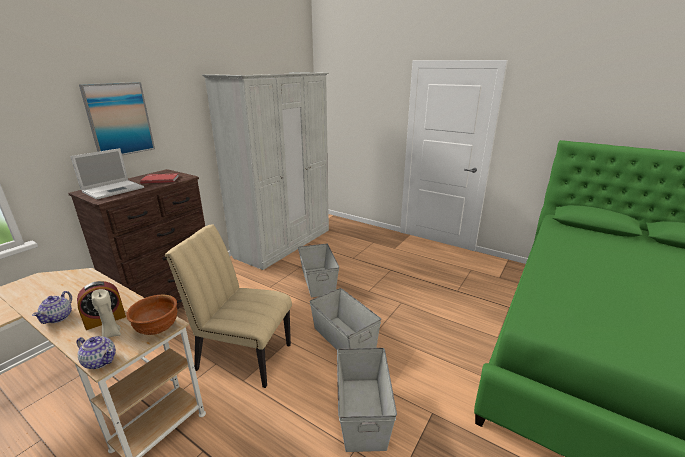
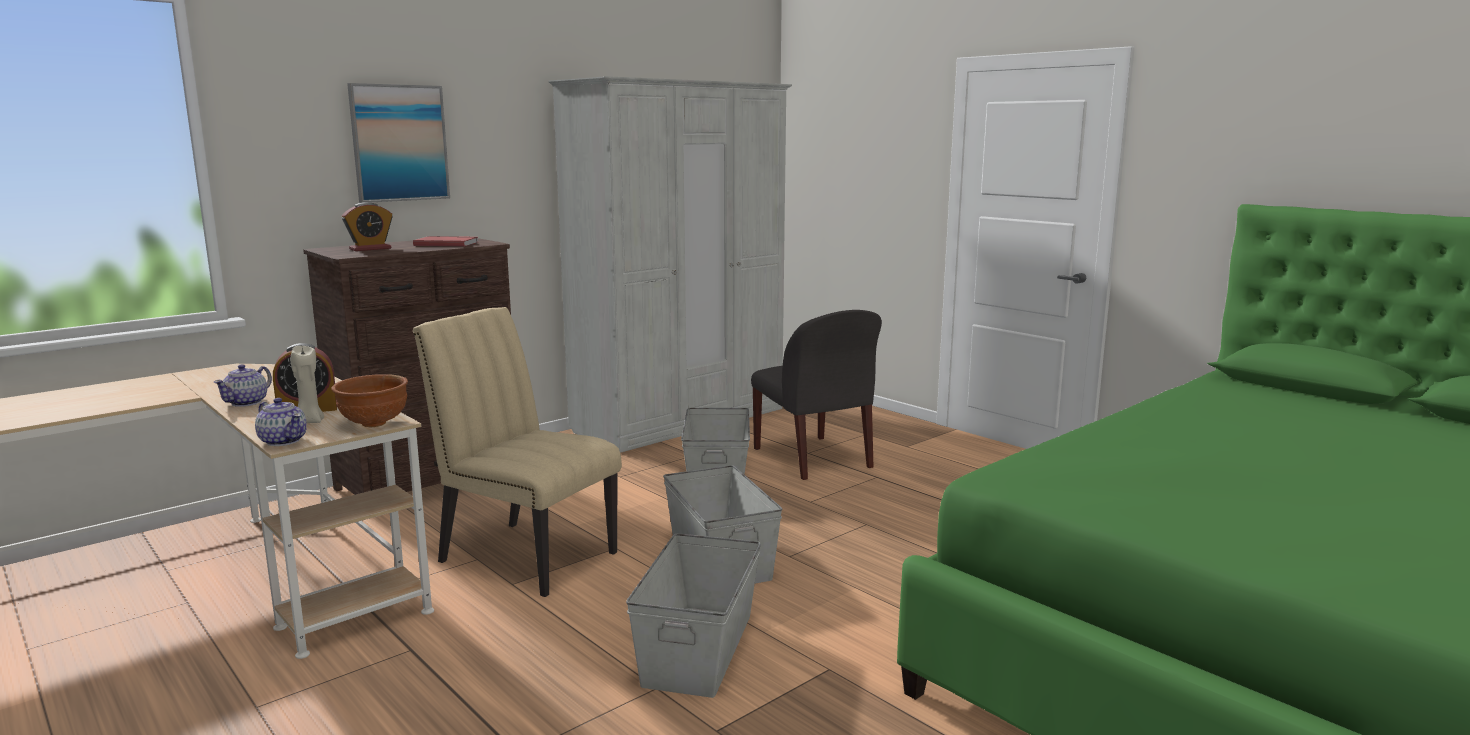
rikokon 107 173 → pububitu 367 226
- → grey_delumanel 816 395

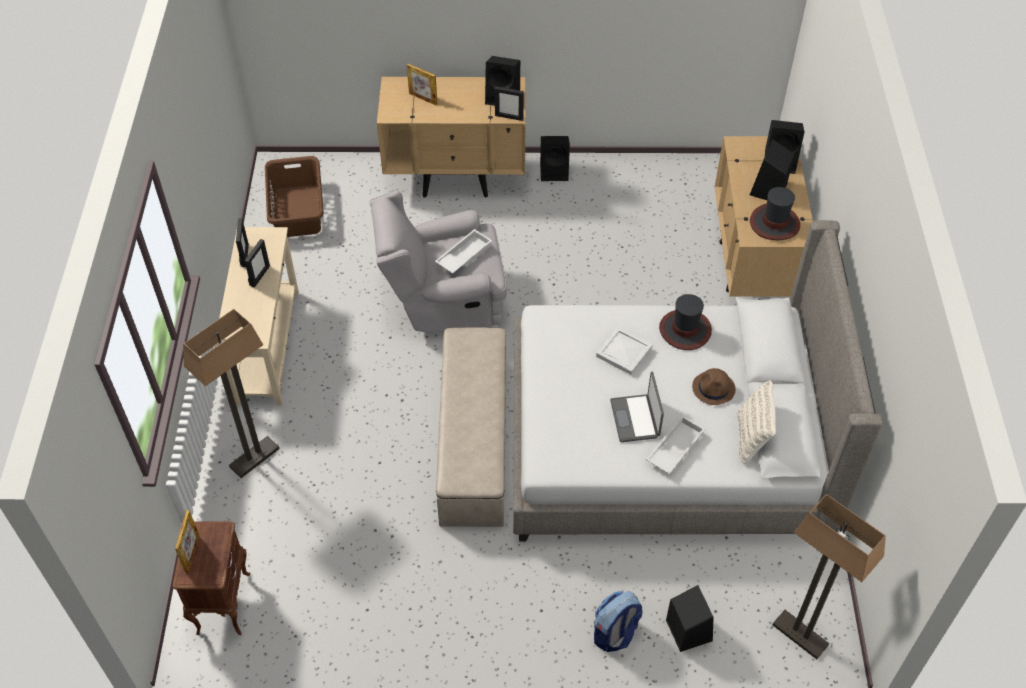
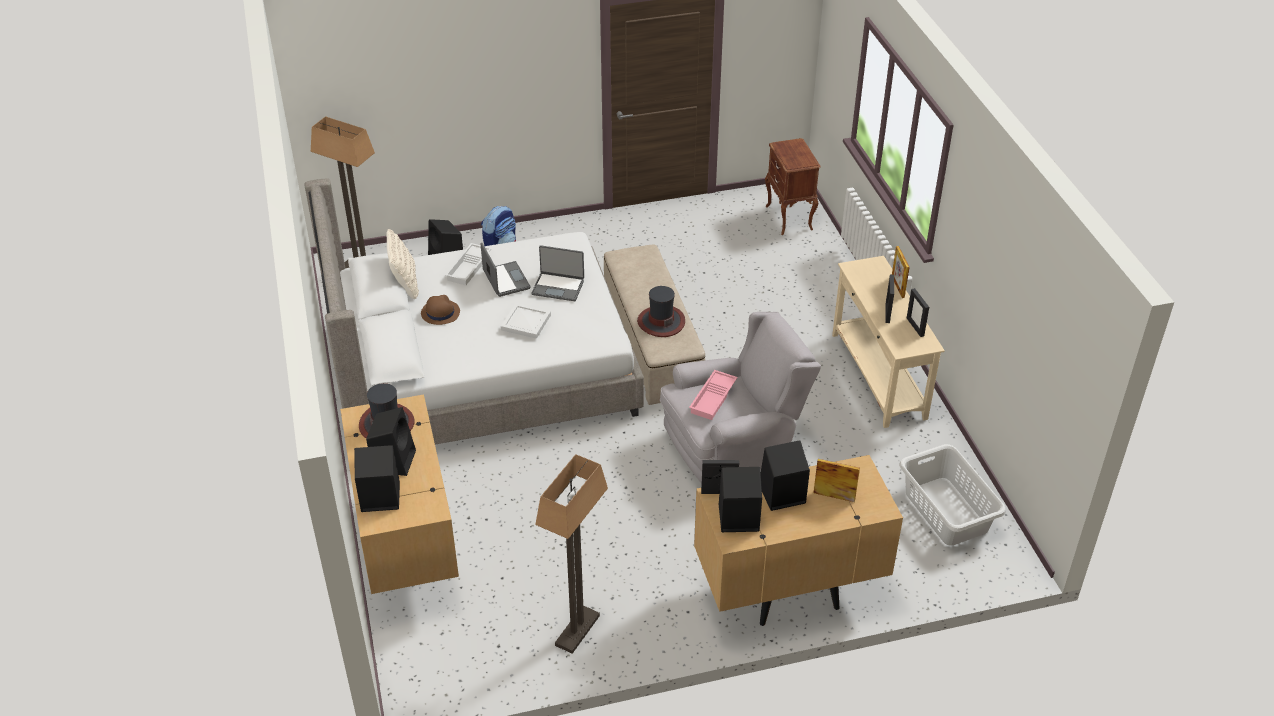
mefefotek 187 541 → mefefotek 901 272, shifted
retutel 231 393 → retutel 571 554, shifted
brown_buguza 294 196 → grey_buguza 952 495
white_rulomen 463 251 → pink_rulomen 713 395
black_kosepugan 555 158 → black_kosepugan 785 475, shifted
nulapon 685 322 → nulapon 661 311, shifted
- → rikokon 557 273

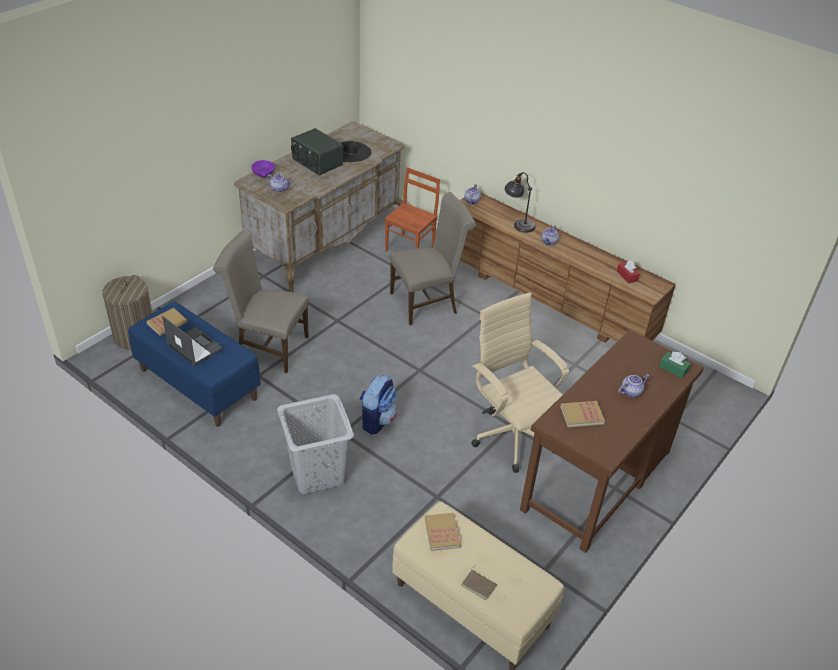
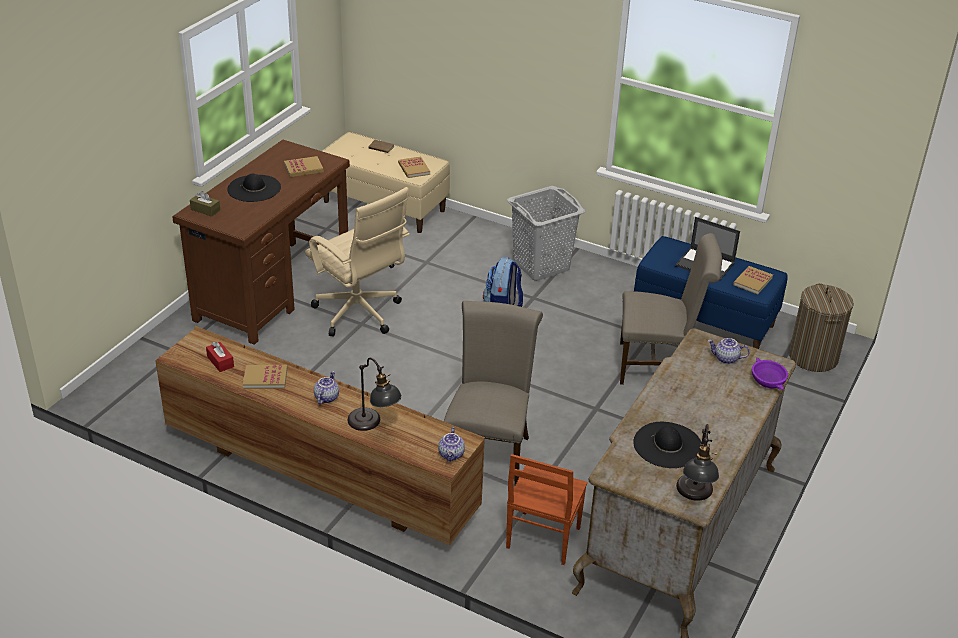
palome 317 151 → -
beige_delumanel 432 258 → beige_delumanel 493 393, 135 degrees clockwise
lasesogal 634 385 → black_nulapon 254 188
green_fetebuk 675 364 → brown_fetebuk 205 204
- → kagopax 265 377
- → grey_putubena 697 462

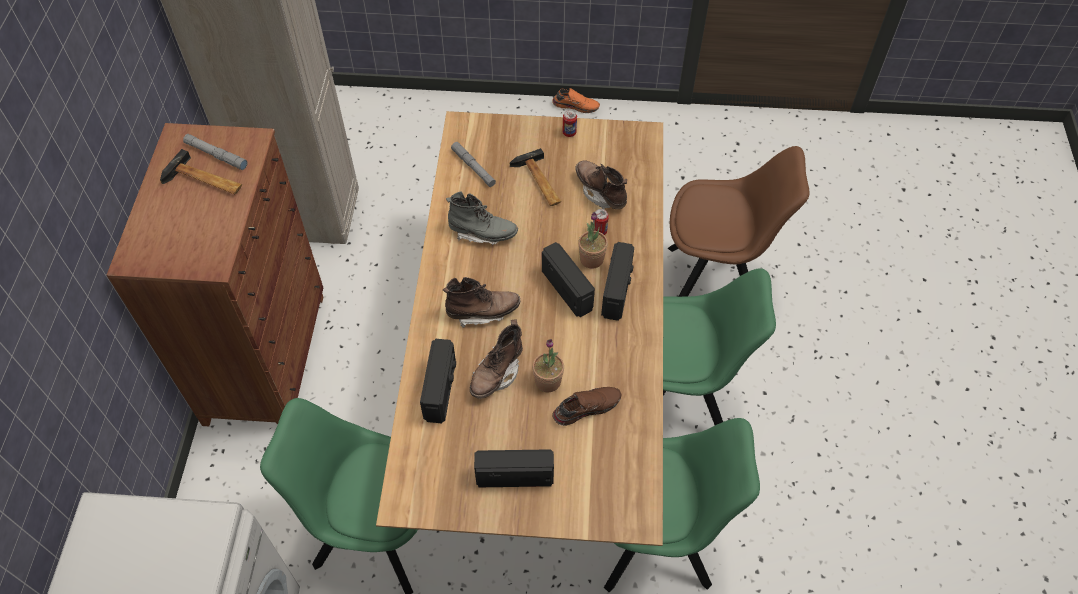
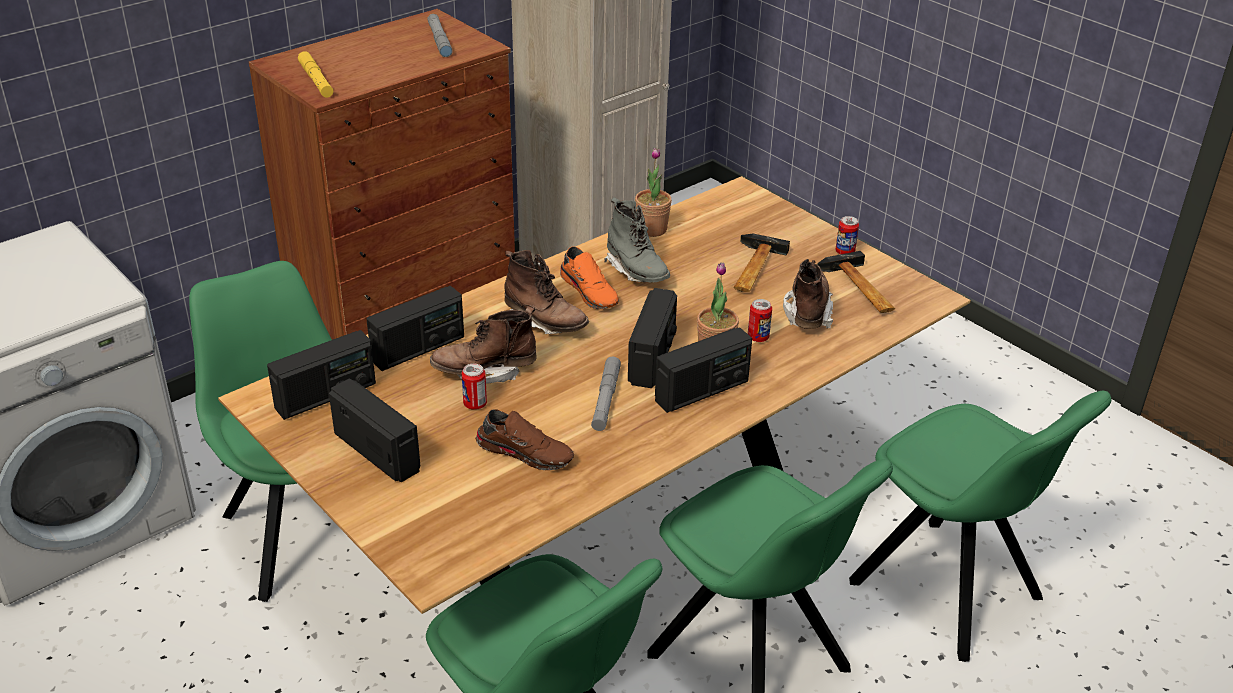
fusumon 201 171 → fusumon 856 282, shifted
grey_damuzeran 473 164 → grey_damuzeran 606 394, shifted
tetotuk 548 365 → tetotuk 653 192, shifted
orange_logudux 576 100 → orange_logudux 589 277, shifted
brown_delumanel 738 221 → green_delumanel 980 526
- → palome 321 375
- → yellow_damuzeran 315 74
- → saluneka 474 387

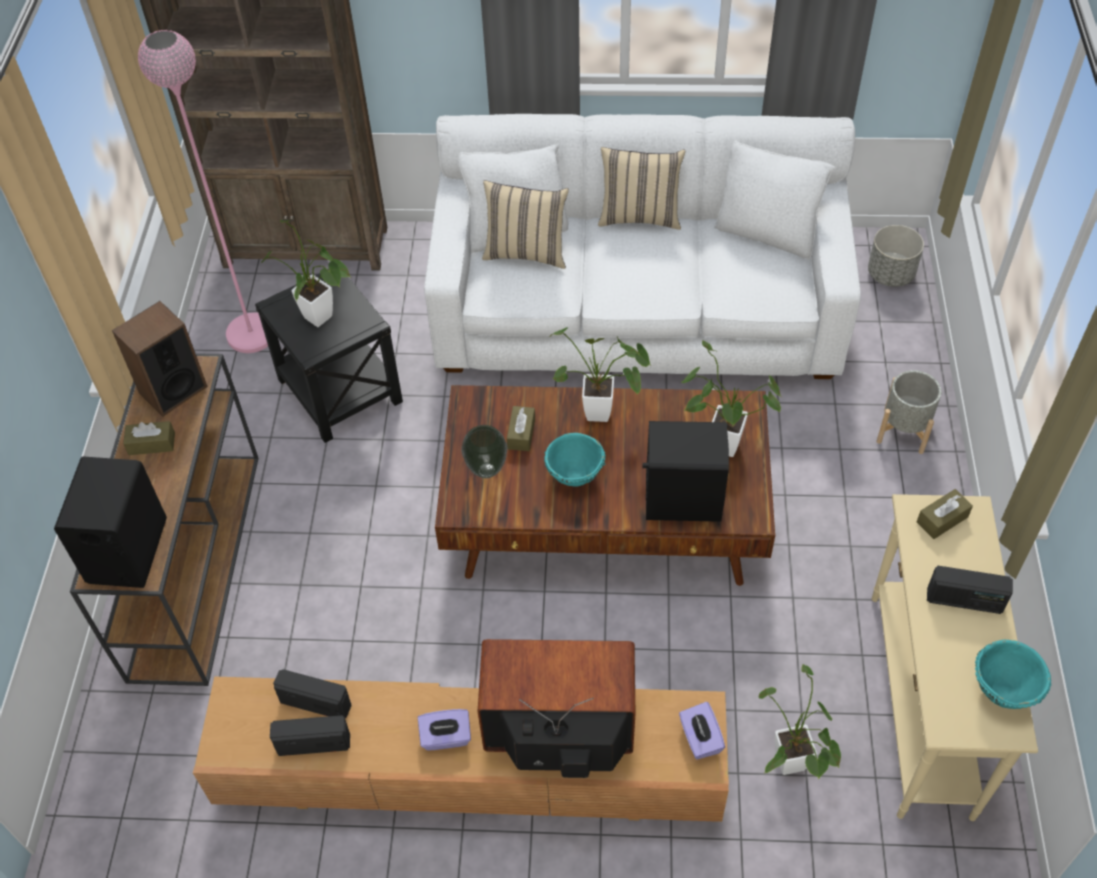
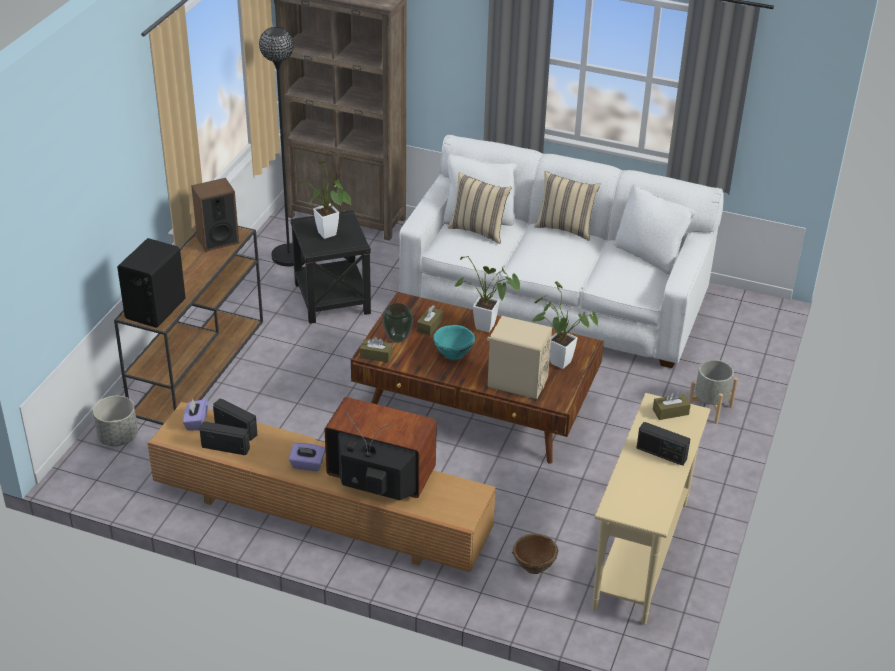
brown_fetebuk 149 438 → brown_fetebuk 376 350, shifted
pink_retutel 203 191 → black_retutel 281 146
black_kosepugan 686 471 → beige_kosepugan 519 357
purple_fetebuk 702 731 → purple_fetebuk 195 415, shifted
tetotuk 800 721 → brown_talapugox 535 554
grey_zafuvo 896 256 → grey_zafuvo 115 421, shifted
turquoise_talapugox 1013 674 → -

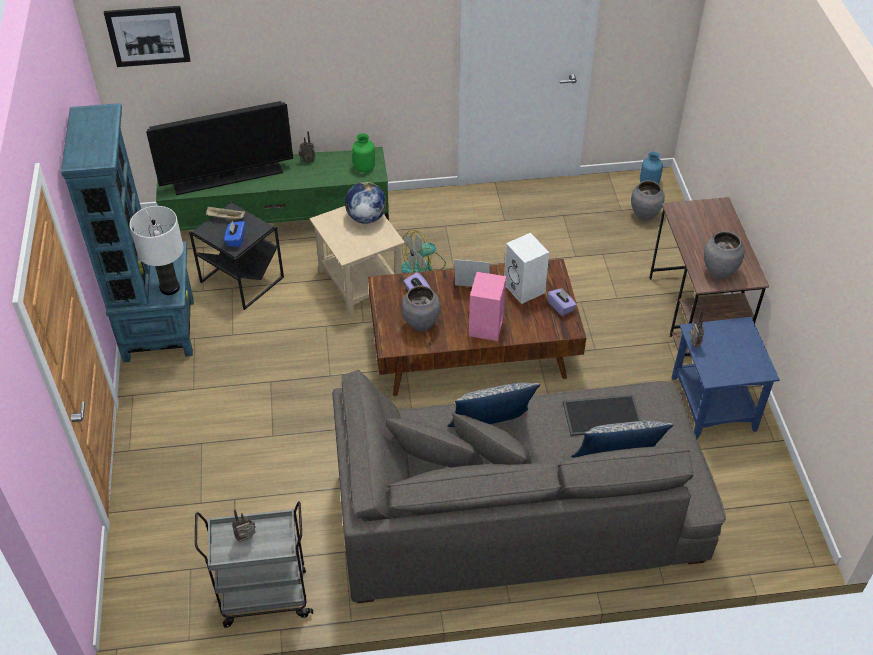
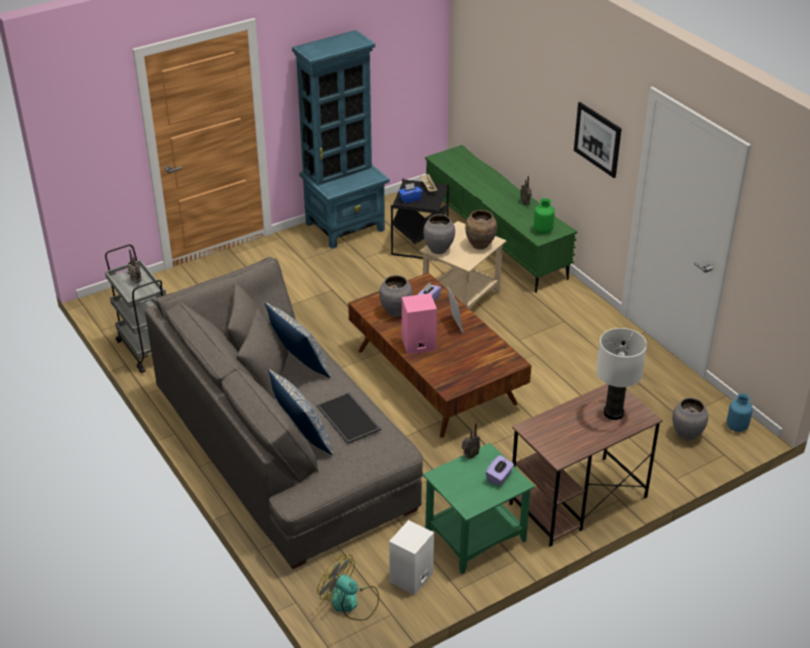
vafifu 147 36 → vafifu 598 140, shifted
white_putubena 157 250 → white_putubena 621 374, shifted
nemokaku 219 148 → -
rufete 365 203 → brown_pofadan 481 230
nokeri 423 251 → nokeri 348 587, shifted
white_kosepugan 526 268 → white_kosepugan 411 557, shifted
purple_fetebuk 562 302 → purple_fetebuk 500 470, shifted
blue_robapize 726 378 → green_robapize 479 508
grey_pofadan 724 255 → grey_pofadan 439 234, shifted

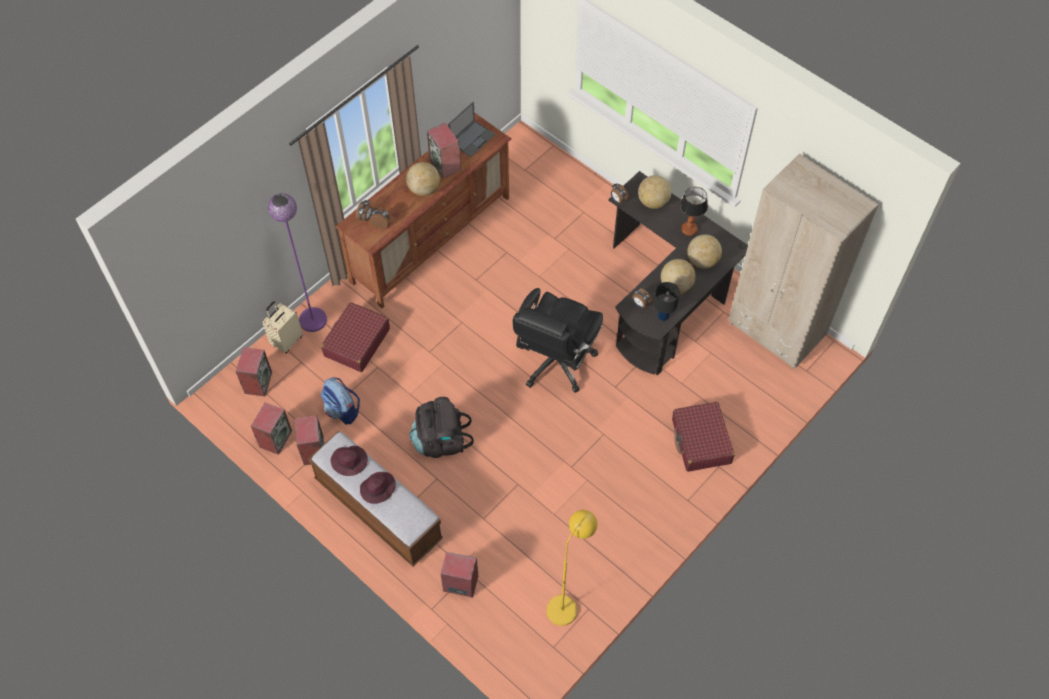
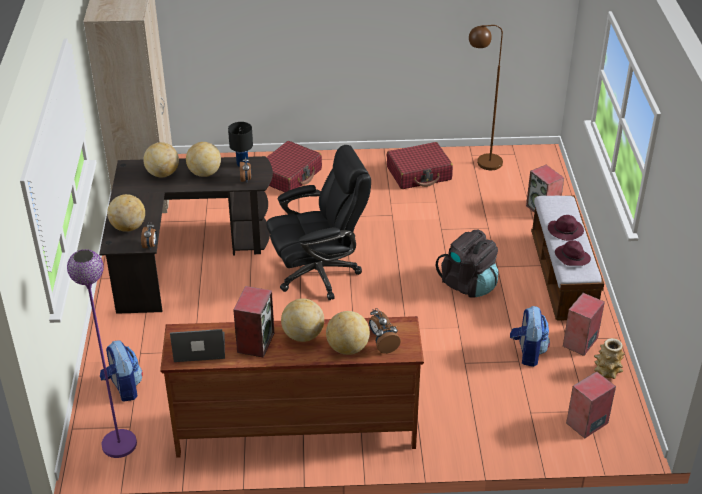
kosepugan 271 428 → pofadan 609 358
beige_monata 282 327 → -
purple_retutel 297 262 → purple_retutel 102 353, shifted
red_monata 355 337 → red_monata 420 165, shifted
yellow_retutel 572 568 → brown_retutel 486 97
putubena 694 211 → -
- → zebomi 121 371
- → rufete 348 333

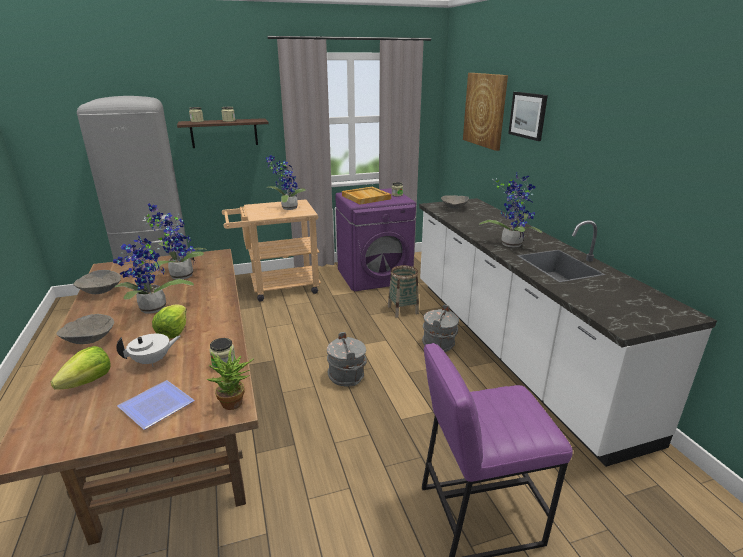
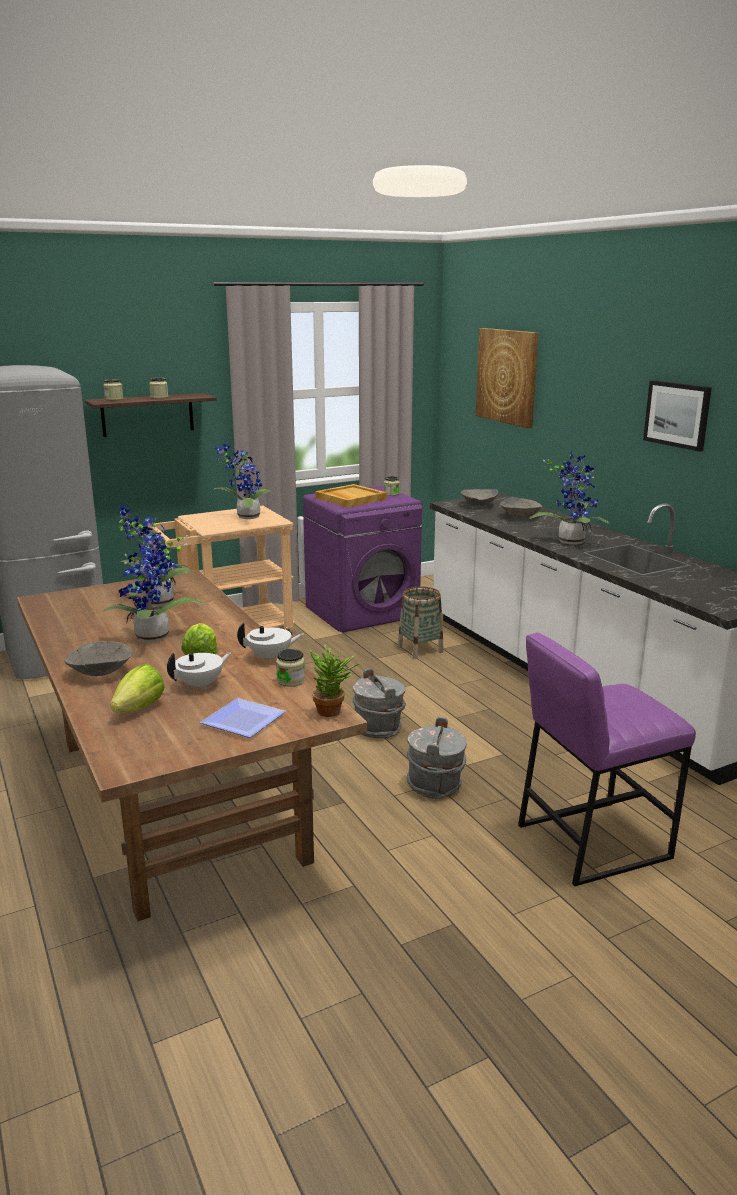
grey_talapugox 97 282 → grey_talapugox 521 508, shifted
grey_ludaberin 440 328 → grey_ludaberin 437 758, shifted
vafifu 528 116 → vafifu 677 416, shifted
- → white_lasesogal 270 642

